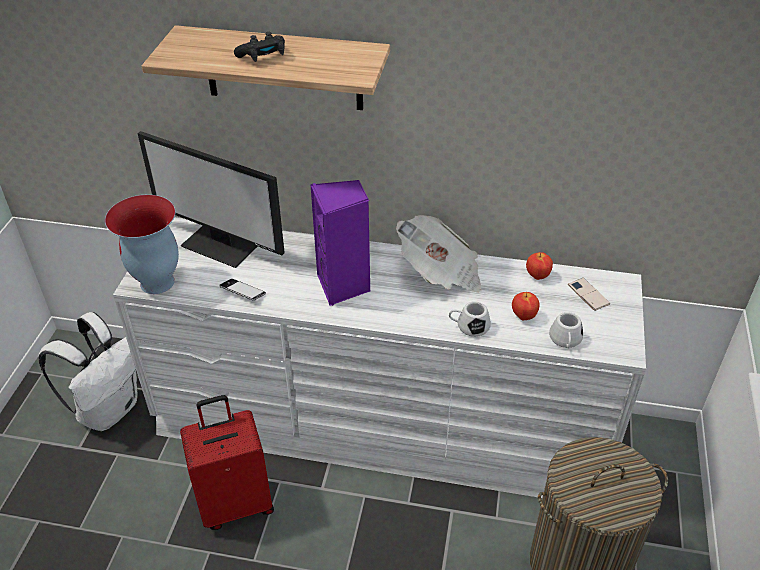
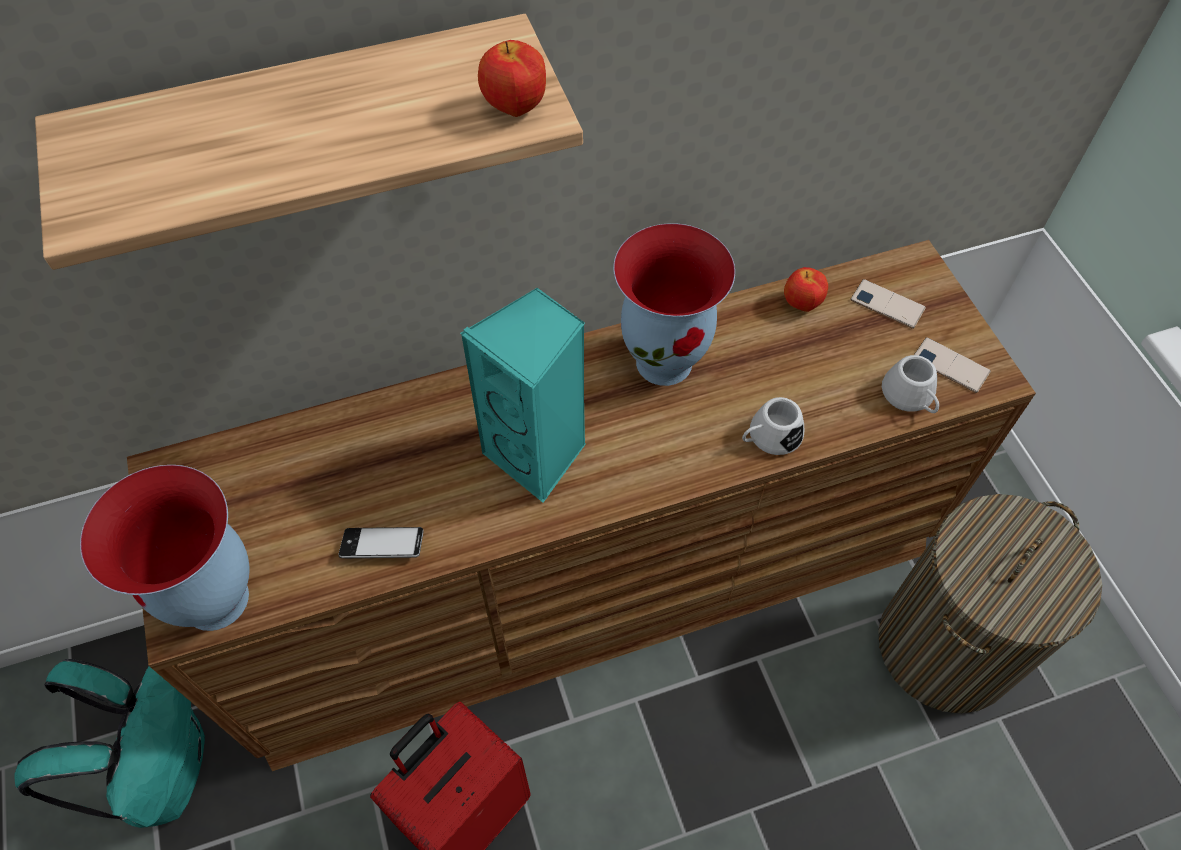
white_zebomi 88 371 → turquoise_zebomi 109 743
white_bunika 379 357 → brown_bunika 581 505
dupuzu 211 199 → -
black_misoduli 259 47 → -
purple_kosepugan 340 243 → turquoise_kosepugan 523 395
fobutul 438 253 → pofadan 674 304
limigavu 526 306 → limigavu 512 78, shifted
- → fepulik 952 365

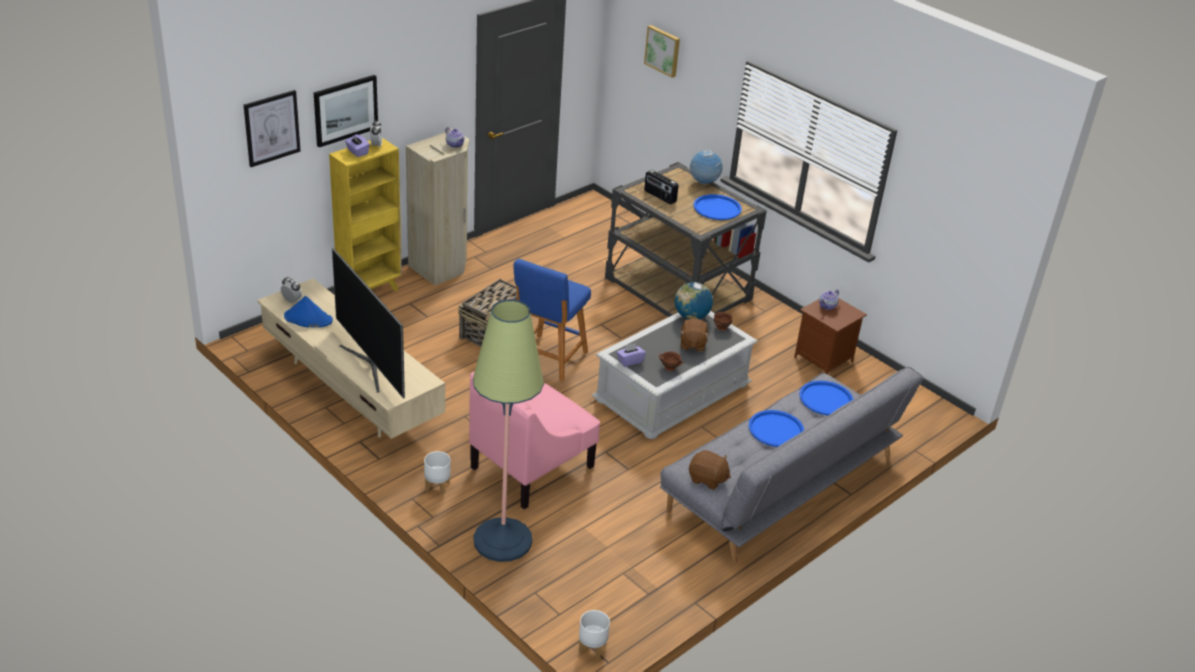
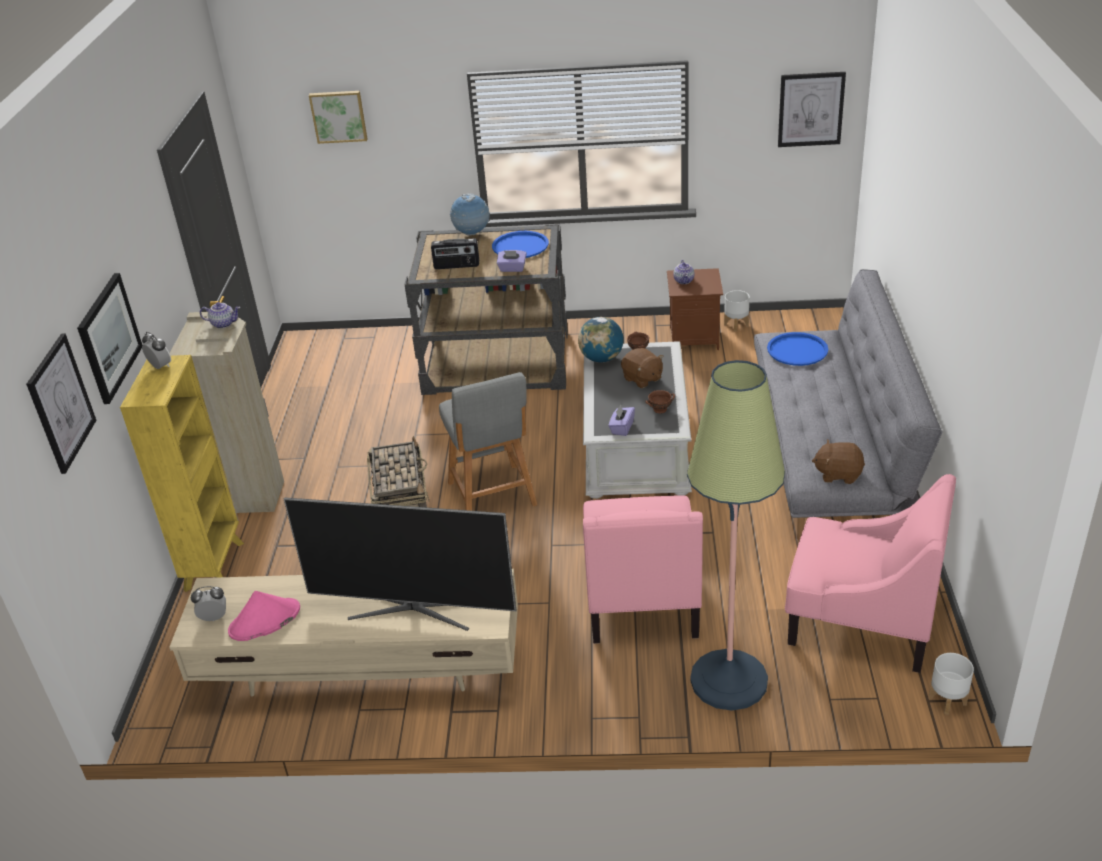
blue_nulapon 308 312 → pink_nulapon 264 616
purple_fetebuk 357 145 → purple_fetebuk 512 261, shifted
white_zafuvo 437 473 → white_zafuvo 737 311, shifted
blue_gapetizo 552 320 → grey_gapetizo 488 441
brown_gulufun 710 470 → brown_gulufun 838 461, 150 degrees counterclockwise
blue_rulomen 776 428 → -
- → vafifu 812 109
- → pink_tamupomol 870 573

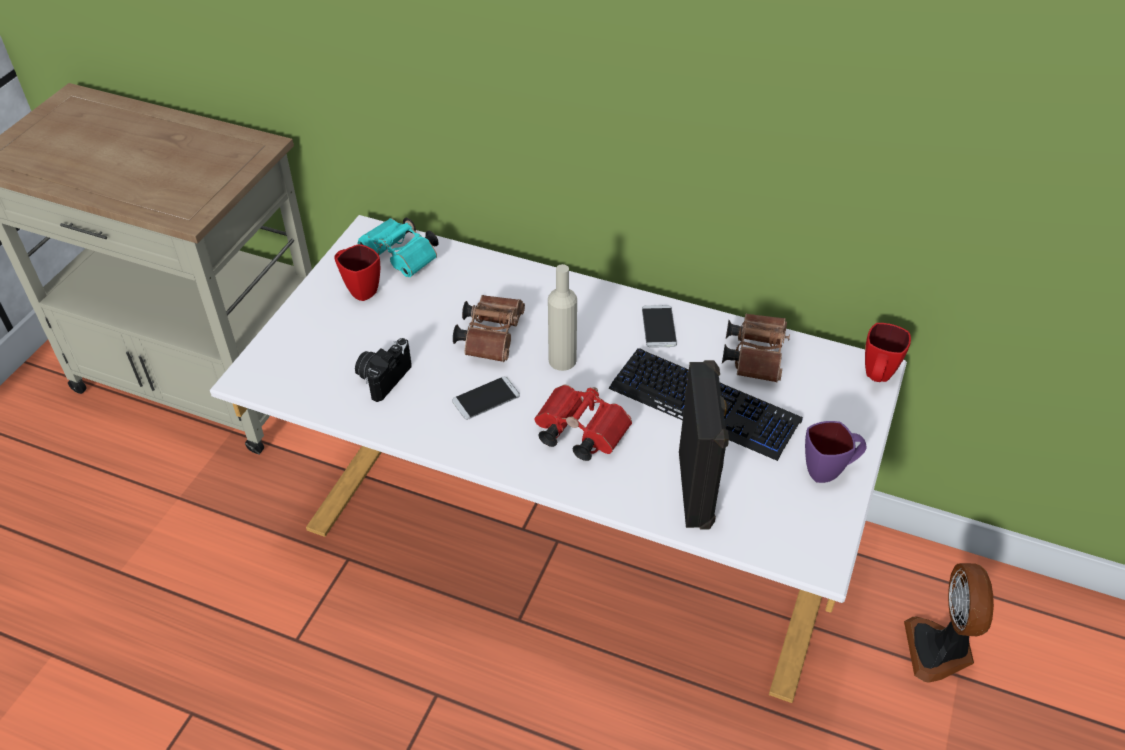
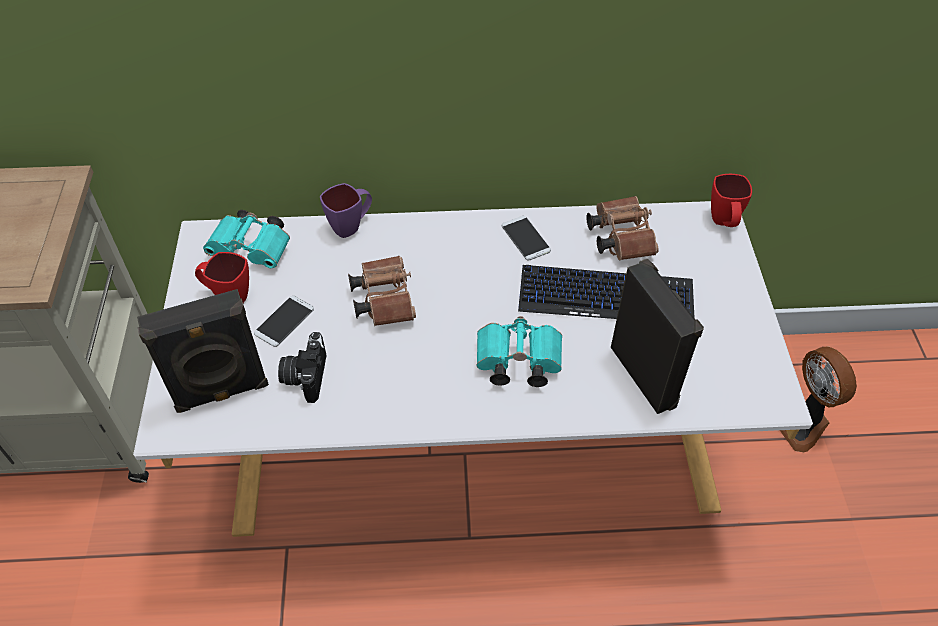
fepulik 486 398 → fepulik 284 321, shifted
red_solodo 583 423 → turquoise_solodo 519 351
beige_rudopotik 562 317 → -
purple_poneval 836 452 → purple_poneval 346 210, shifted
- → black_kosepugan 203 351

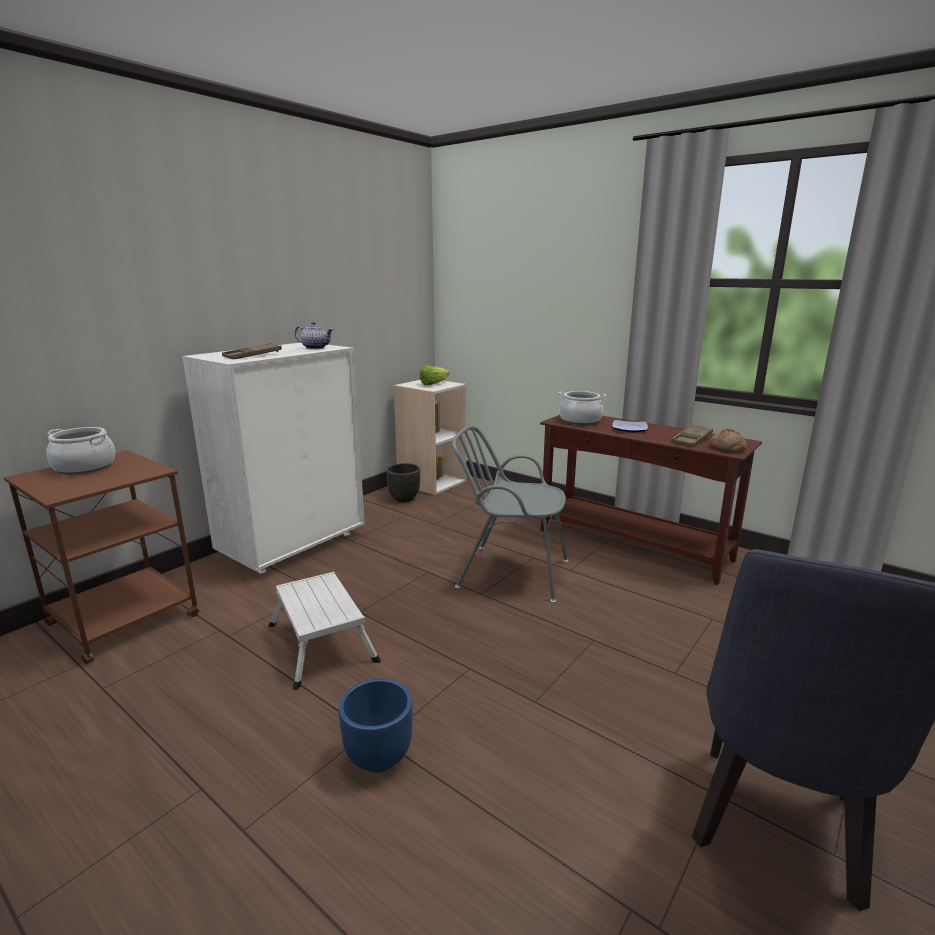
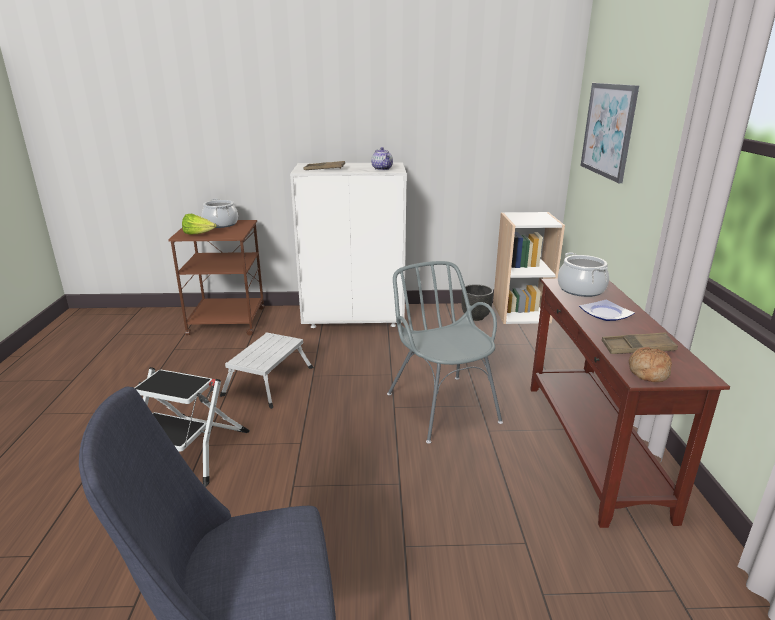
blue_zafuvo 376 725 → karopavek 192 427
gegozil 434 375 → gegozil 199 224, shifted
- → vafifu 609 133

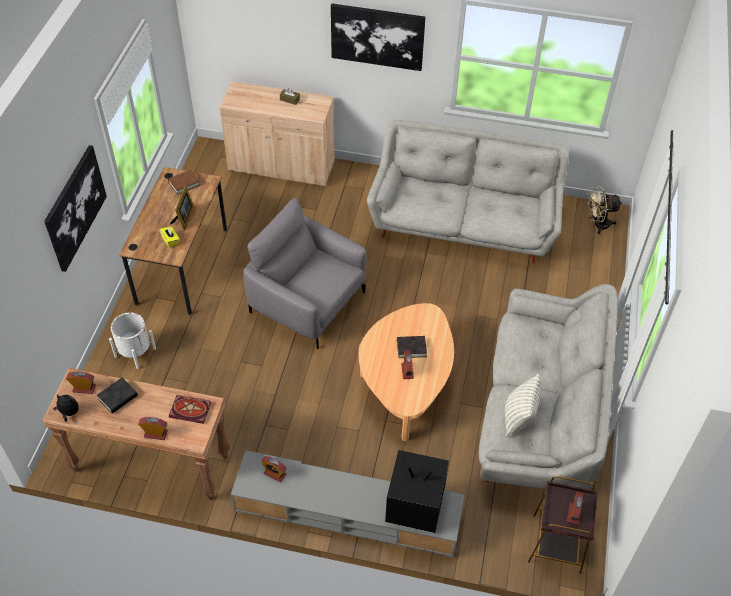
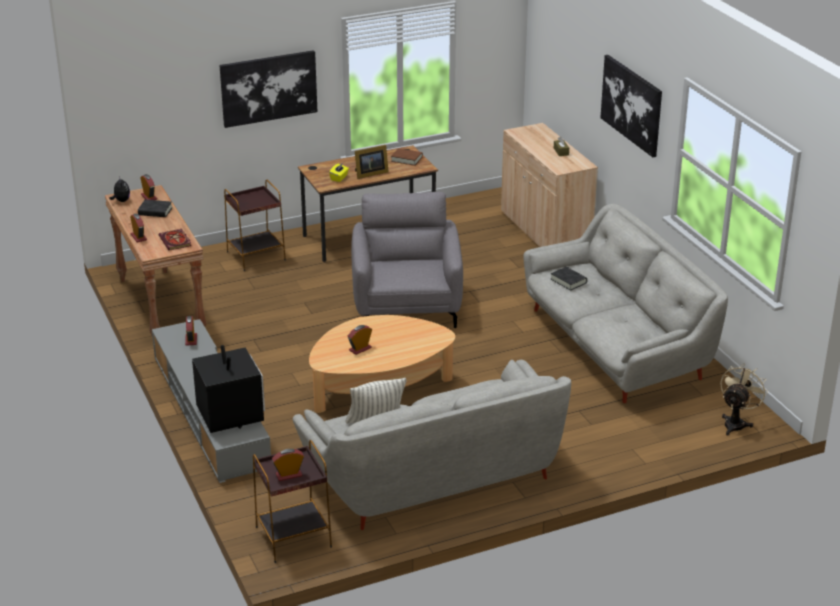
white_zafuvo 132 340 → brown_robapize 255 225
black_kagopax 412 347 → black_kagopax 569 279, shifted
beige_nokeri 604 210 → beige_nokeri 744 399, 75 degrees clockwise

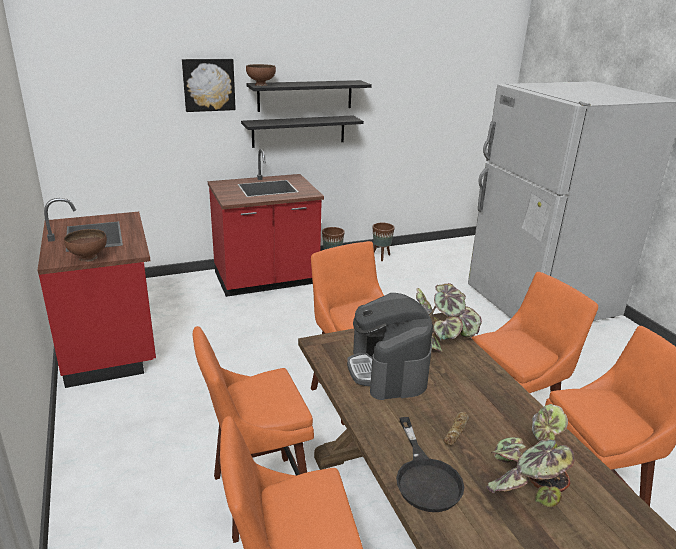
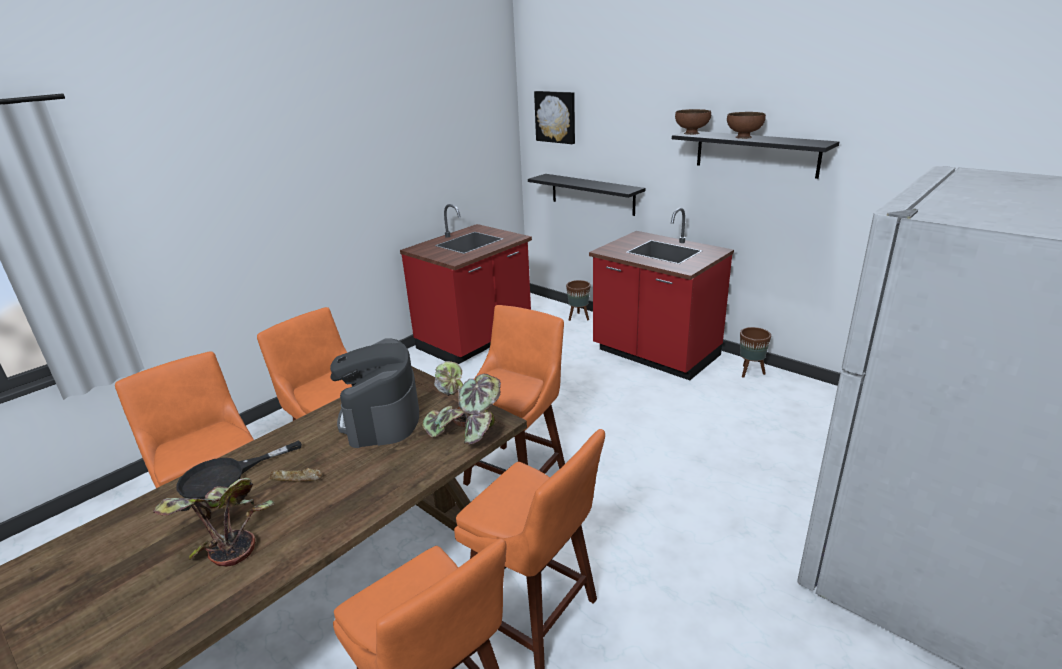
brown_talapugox 85 245 → brown_talapugox 746 125, shifted
vafifu 209 85 → vafifu 554 117, shifted
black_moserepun 302 131 → black_moserepun 586 195, shifted
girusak 390 346 → girusak 374 393, 60 degrees counterclockwise
brown_zafuvo 384 242 → brown_zafuvo 578 300, shifted

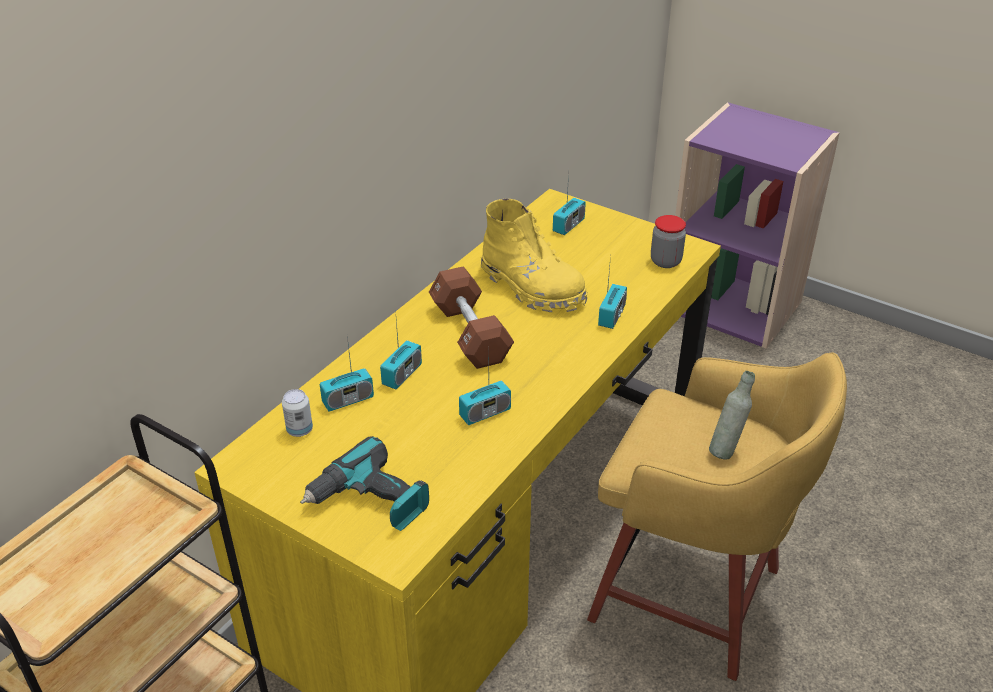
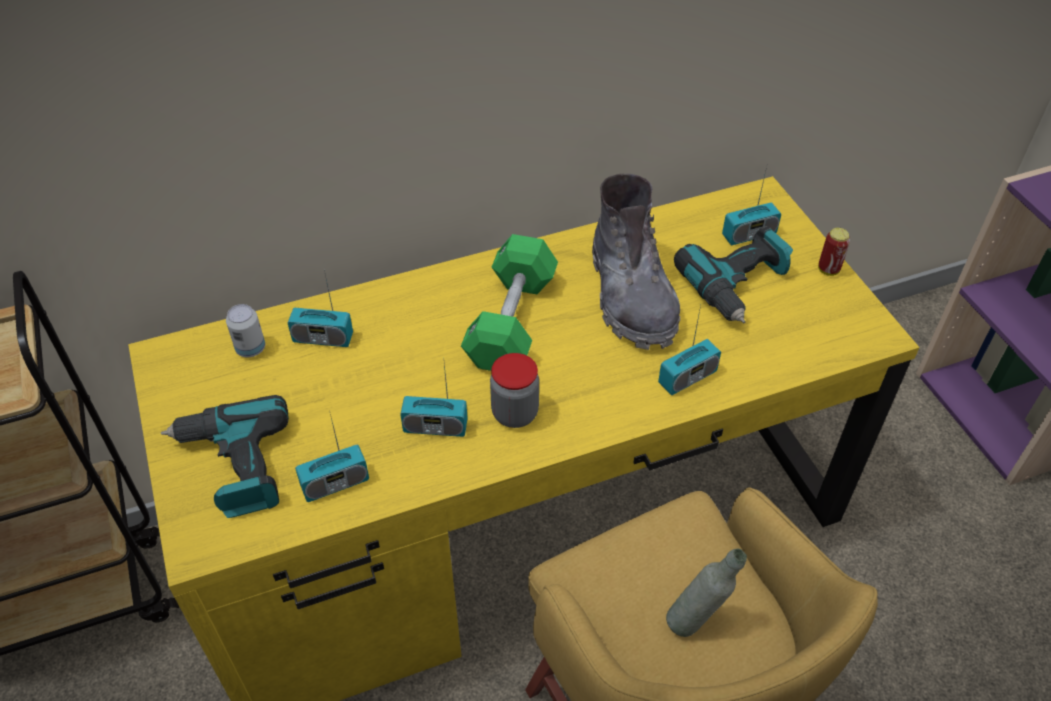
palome 401 350 → palome 332 456, shifted
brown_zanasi 471 317 → green_zanasi 509 302
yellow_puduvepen 534 255 → grey_puduvepen 636 261
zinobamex 668 241 → zinobamex 514 390, shifted
- → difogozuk 733 274
- → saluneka 834 252

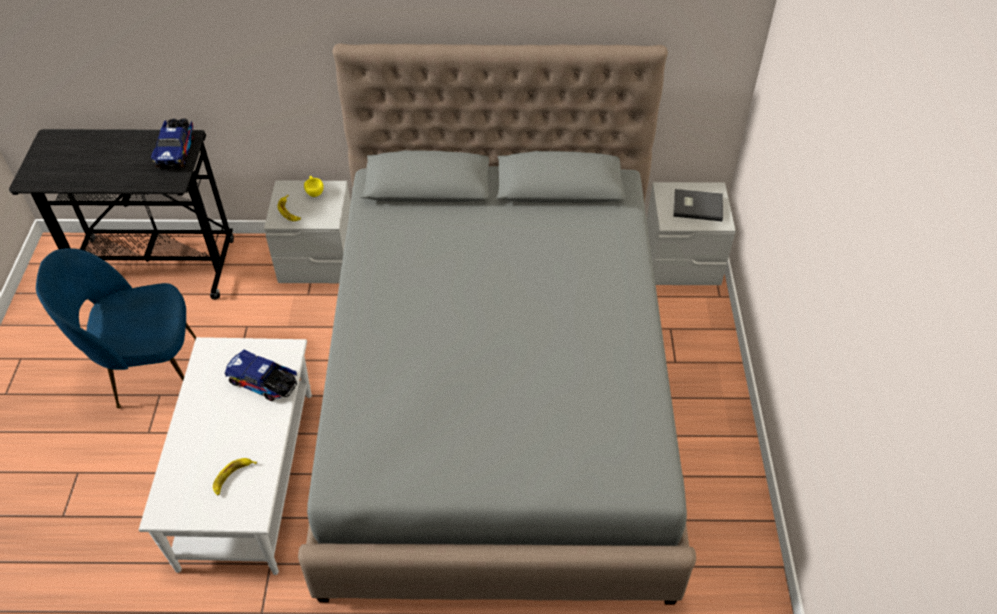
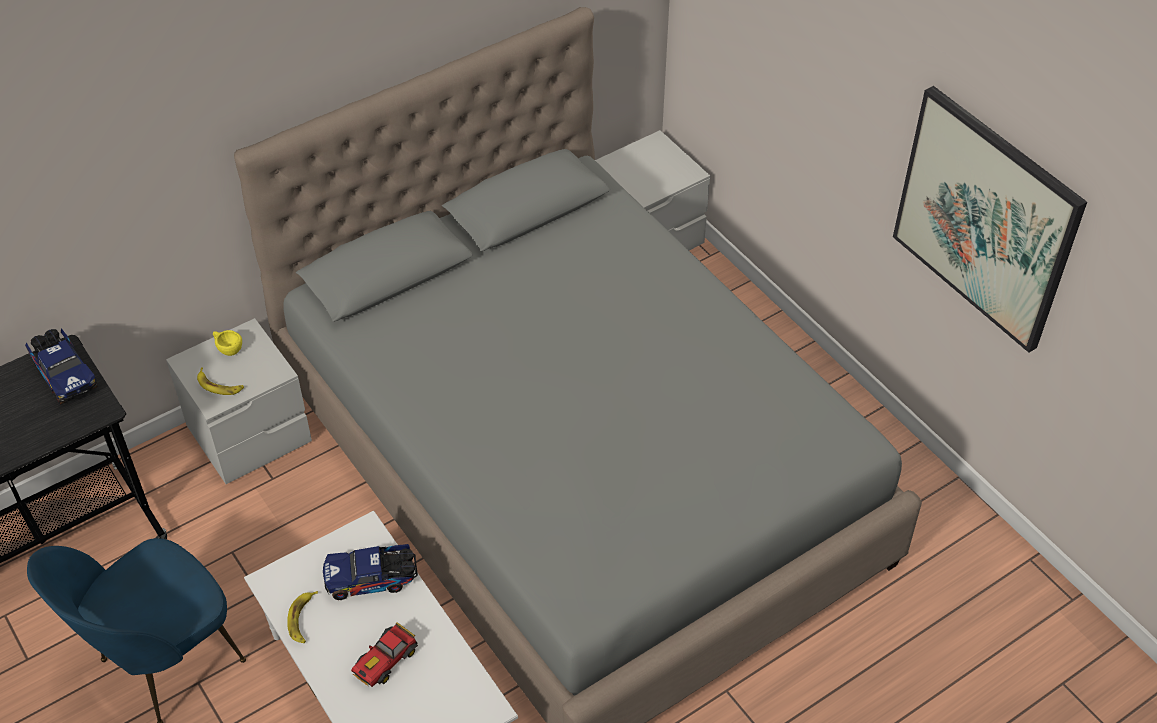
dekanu 235 476 → dekanu 302 617, shifted
grey_kagopax 698 205 → -
- → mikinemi 384 654
- → vafifu 990 219

